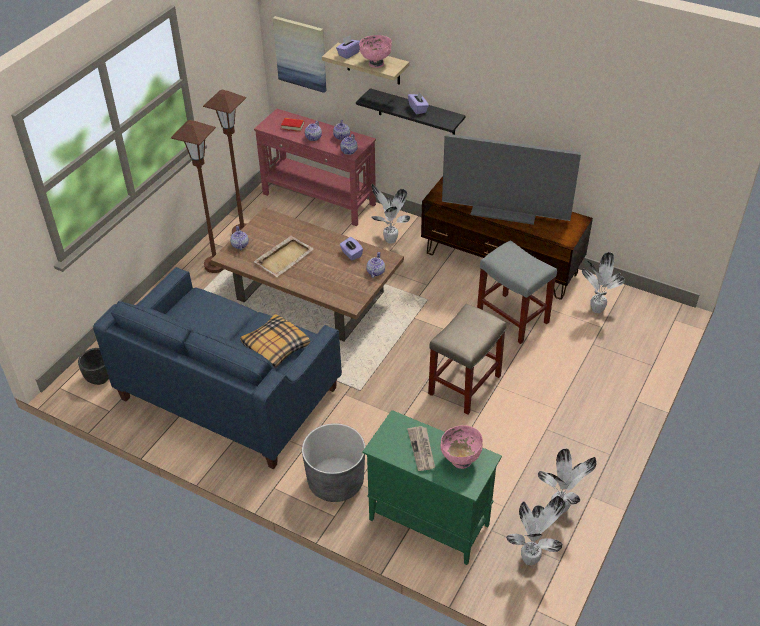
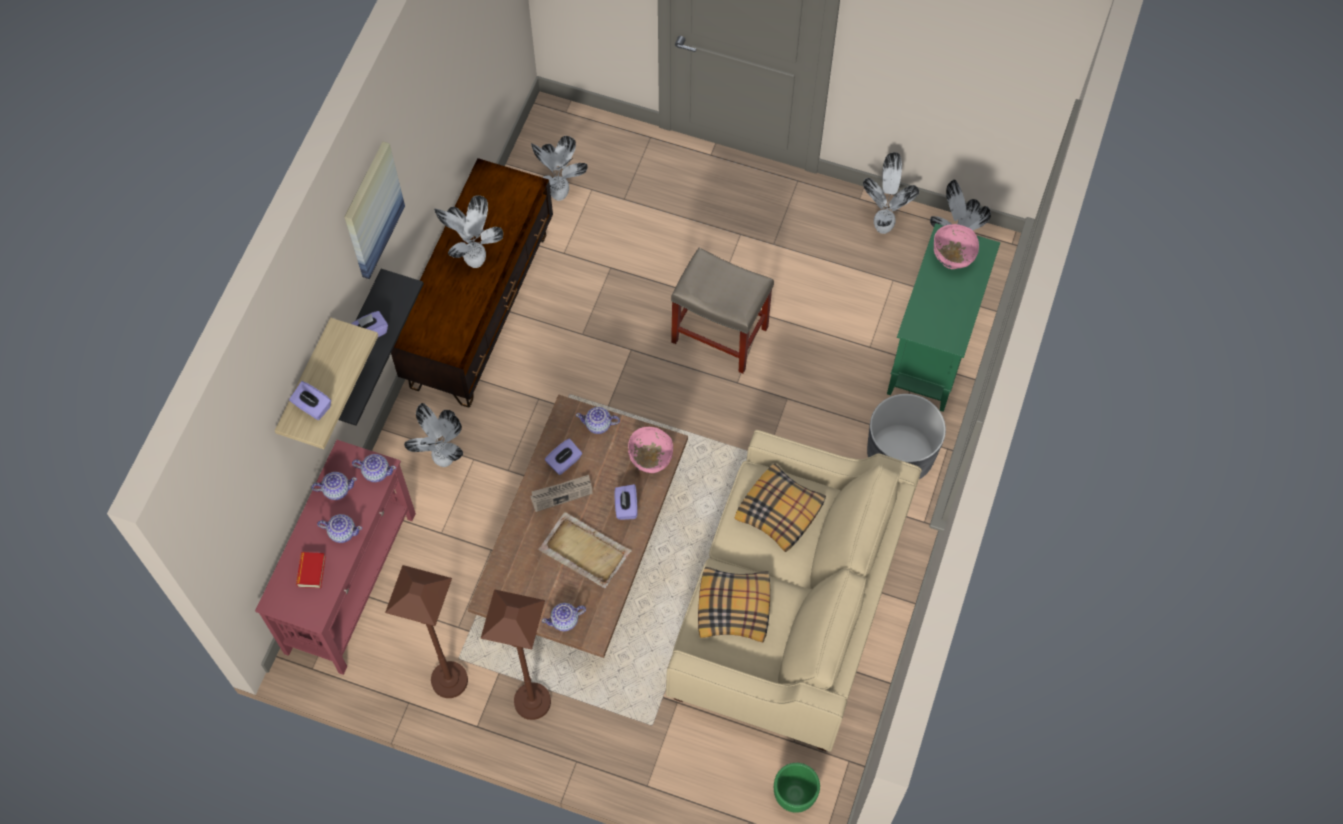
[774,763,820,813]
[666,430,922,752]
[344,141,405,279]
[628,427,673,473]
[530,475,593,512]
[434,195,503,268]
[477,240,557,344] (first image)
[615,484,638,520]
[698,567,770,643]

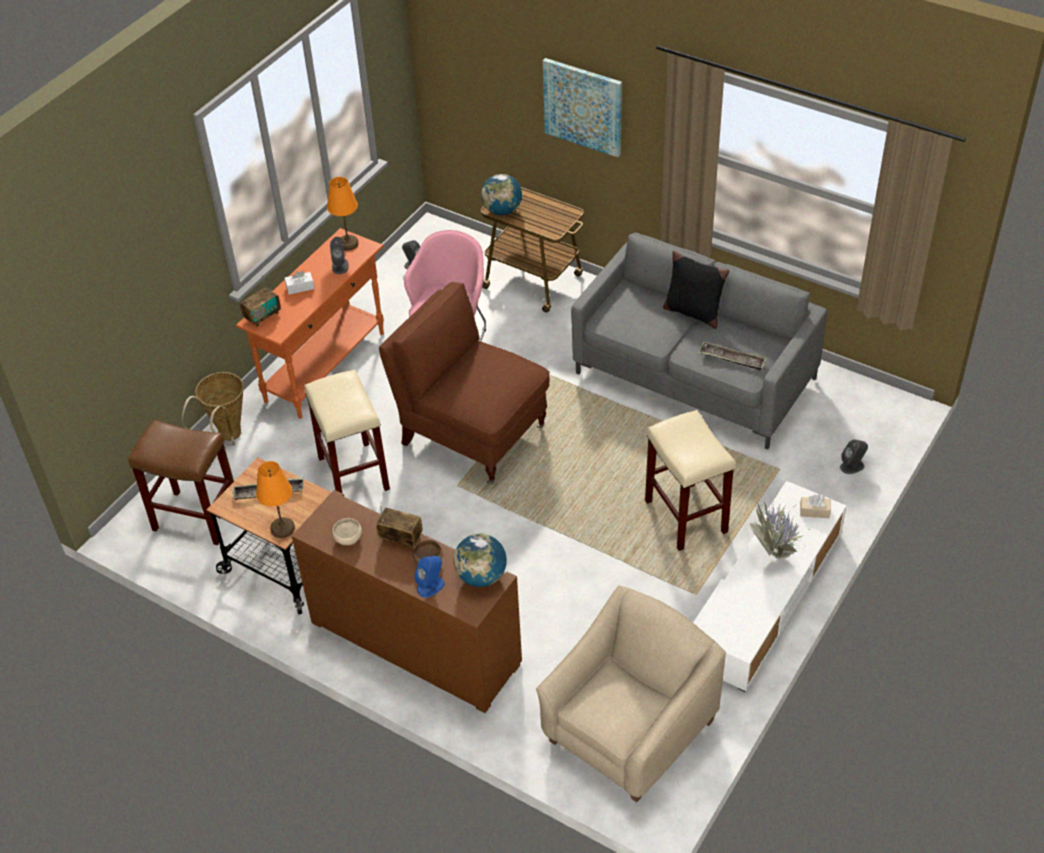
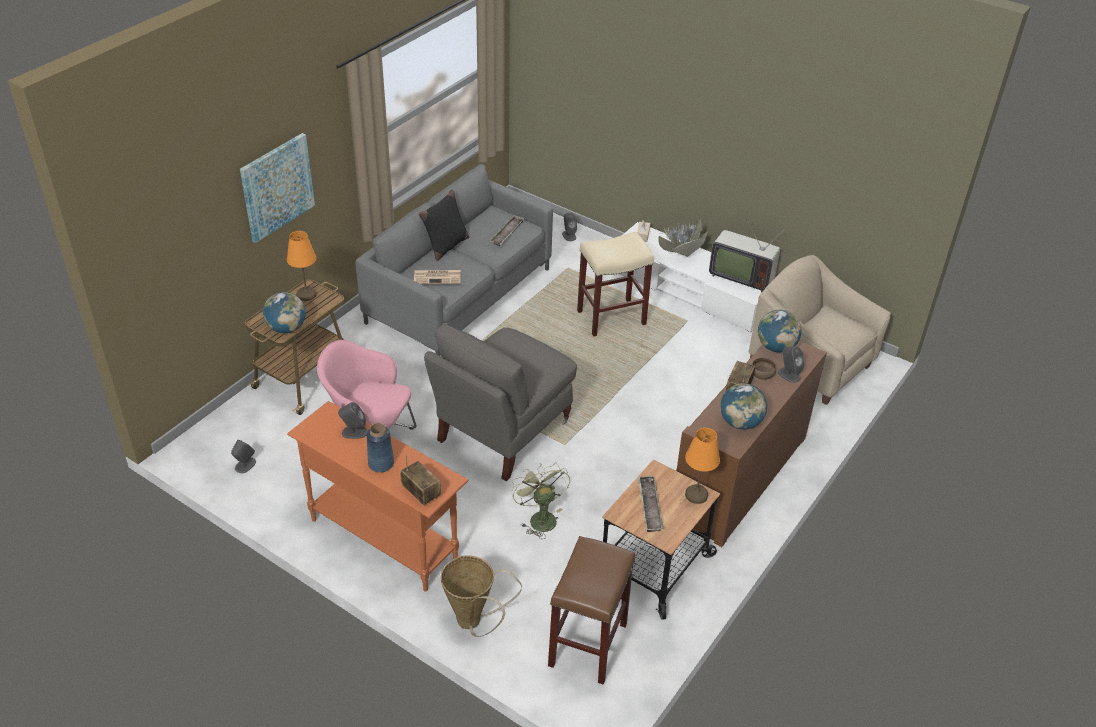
[366,423,394,472]
[511,462,570,539]
[287,231,317,301]
[720,383,767,430]
[424,323,577,481]
[778,346,804,383]
[414,270,461,284]
[709,218,785,292]

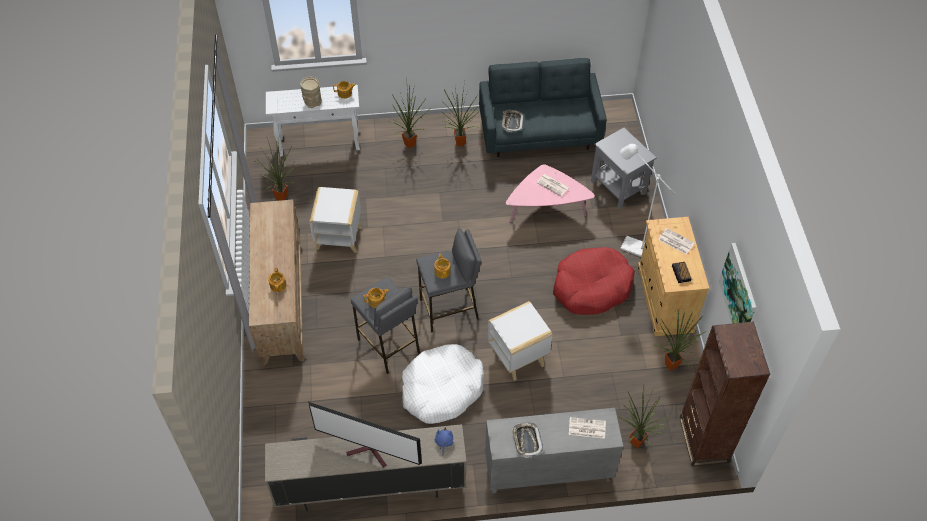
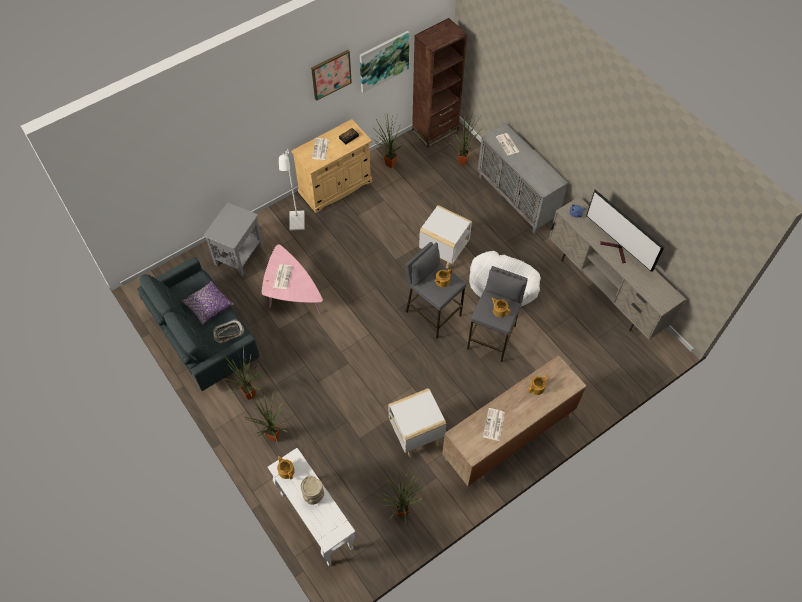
[586,190,664,272]
[512,423,543,458] (first image)
[553,247,635,315] (first image)
[182,281,234,325]
[311,50,352,101]
[483,408,505,441]

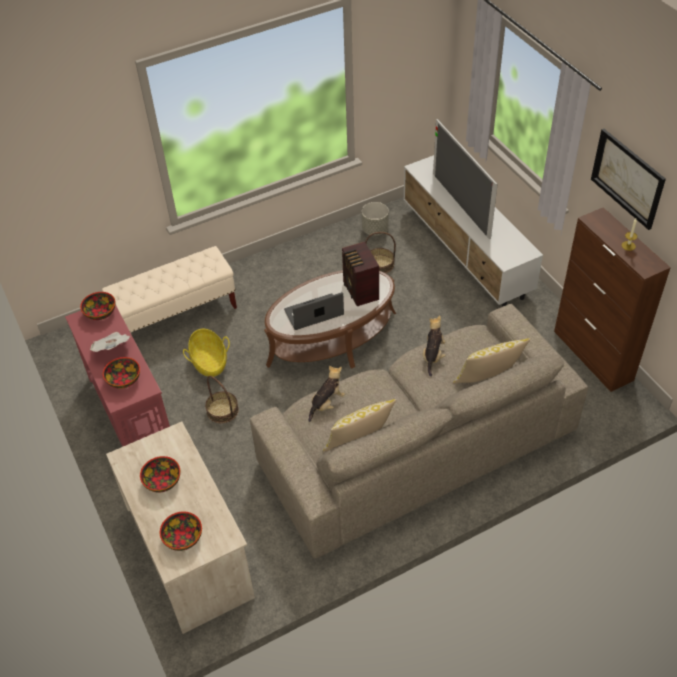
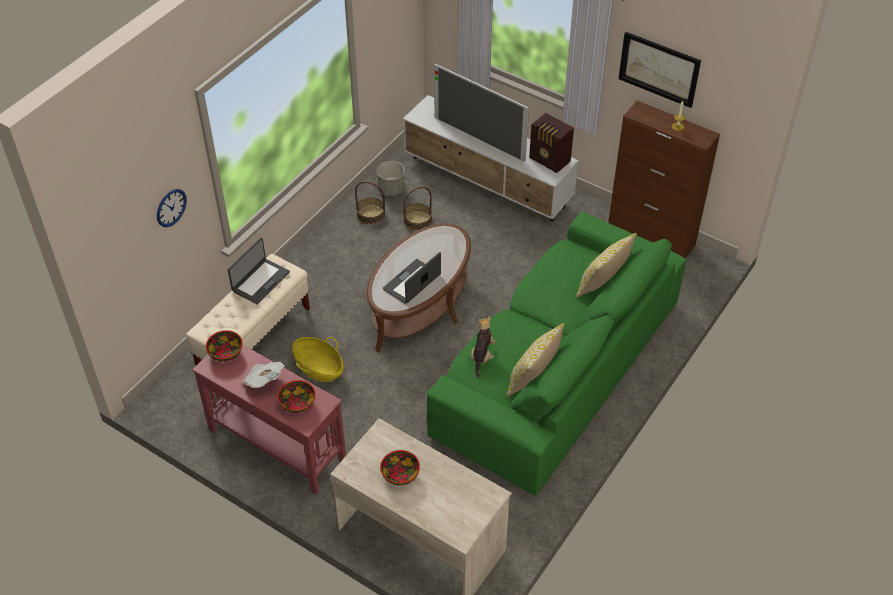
[160,511,202,551] (first image)
[355,181,385,225]
[427,212,687,496]
[529,113,574,173]
[423,315,446,377] (first image)
[157,189,187,227]
[228,237,290,305]

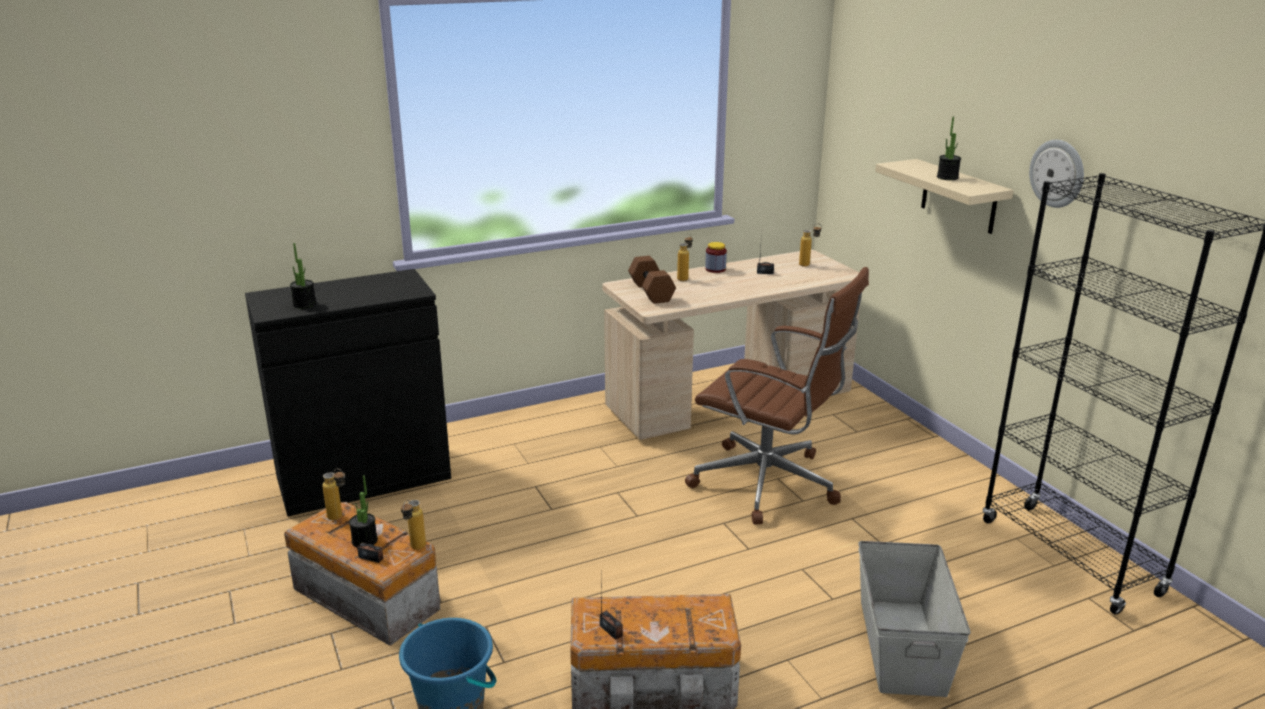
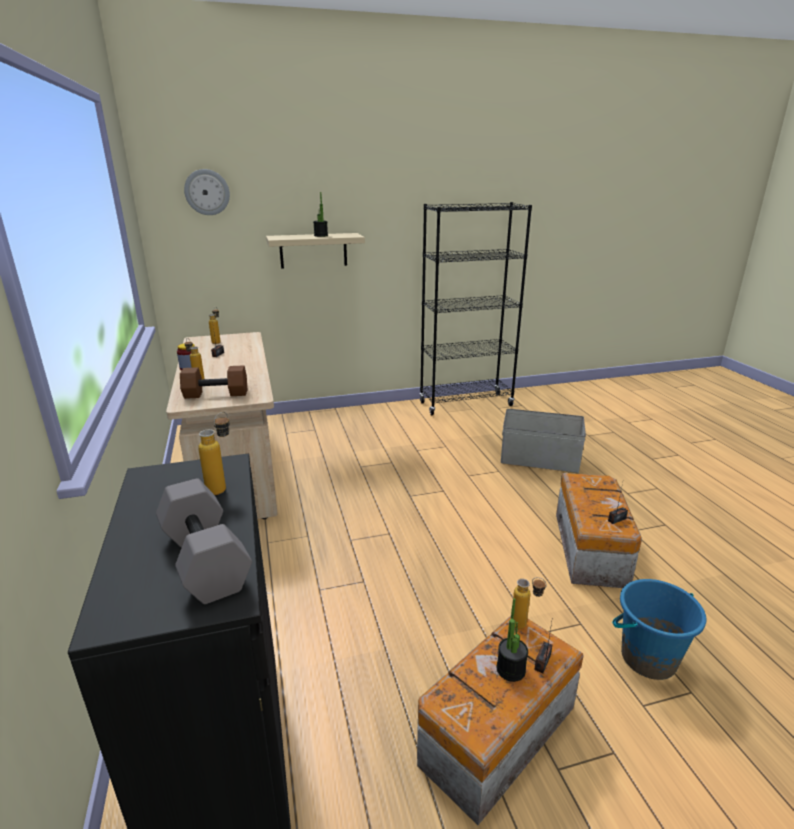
[156,478,252,604]
[198,412,230,495]
[685,267,869,525] (first image)
[184,169,230,215]

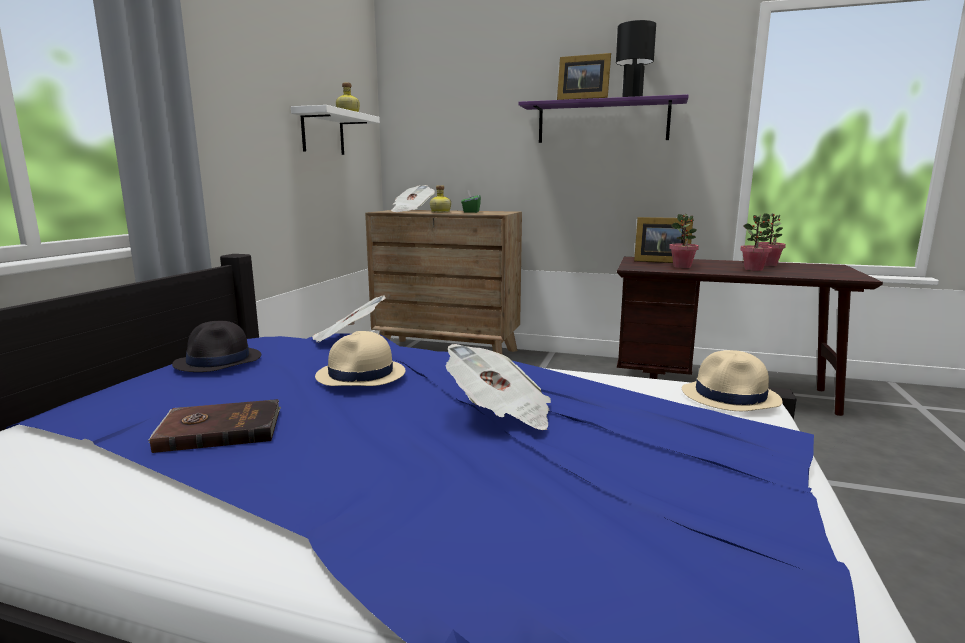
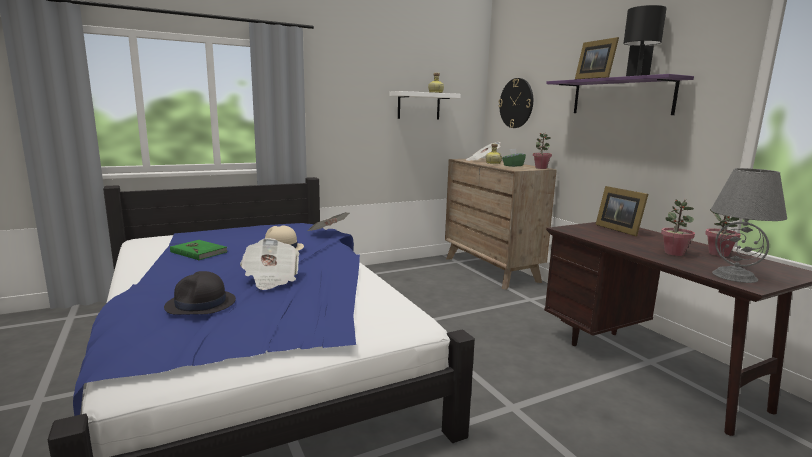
[170,240,228,260]
[164,271,236,315]
[533,133,552,169]
[682,350,782,411] (first image)
[498,78,533,128]
[711,168,787,283]

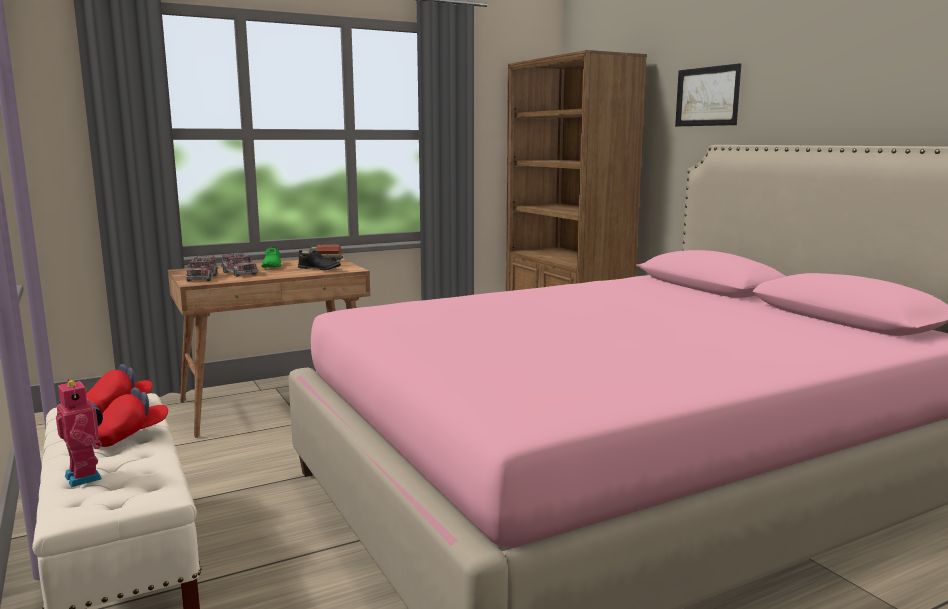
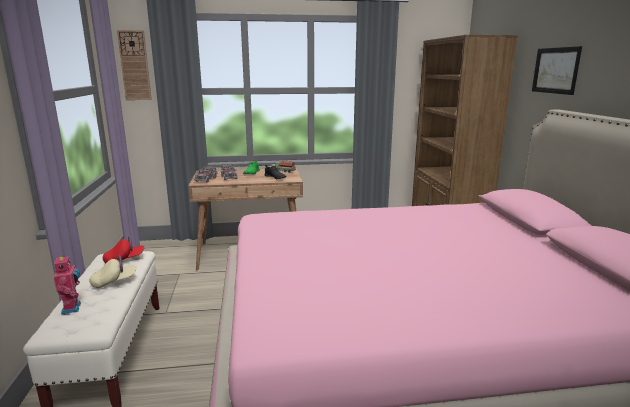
[89,255,137,288]
[117,30,152,100]

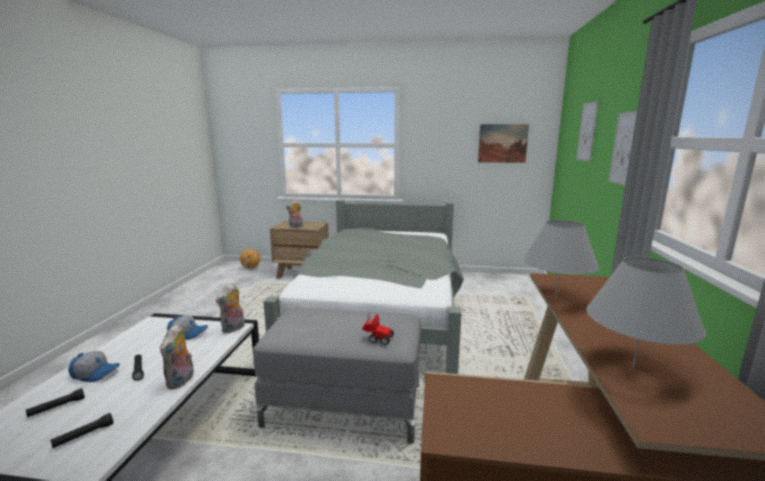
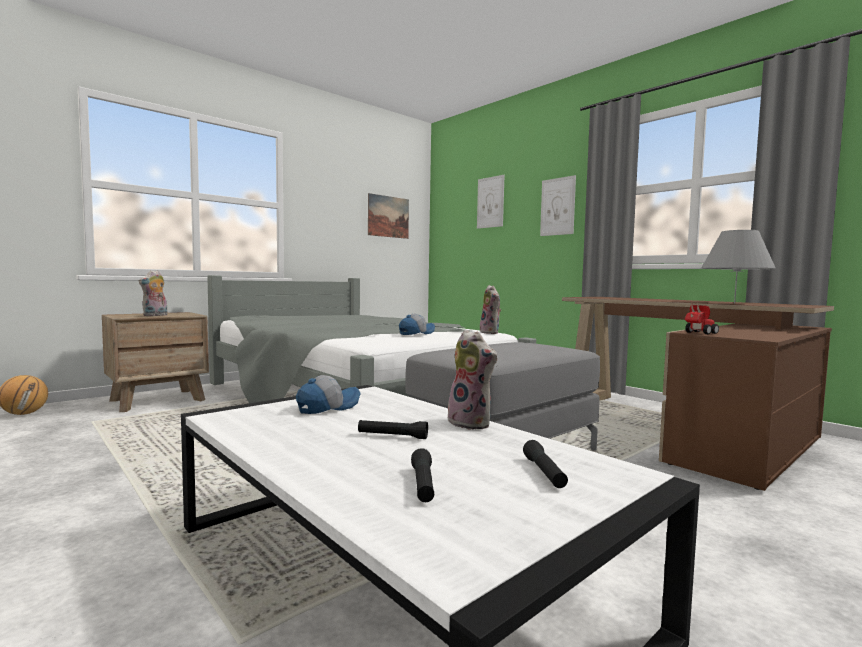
[399,313,435,335]
[480,285,501,334]
[685,301,719,335]
[523,220,599,298] (first image)

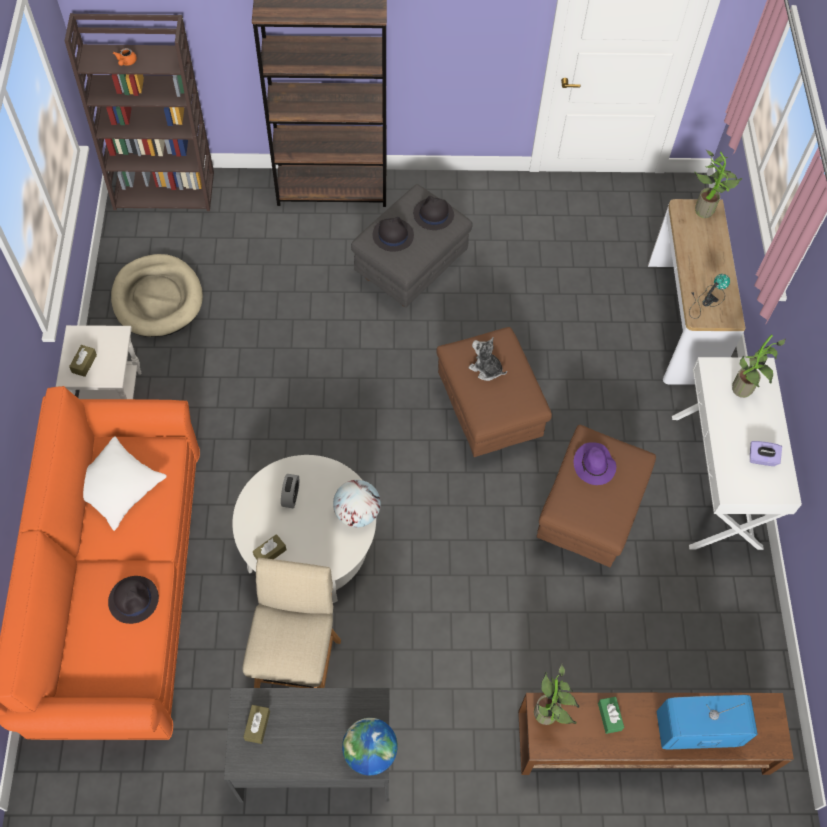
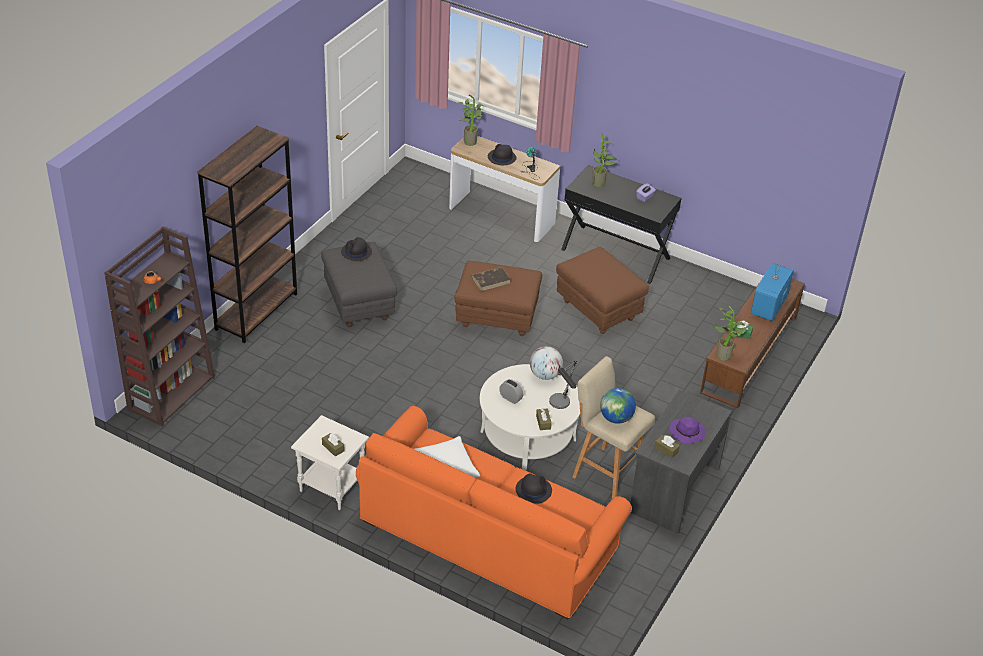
[111,254,203,337] (first image)
[600,388,636,424]
[488,144,517,165]
[472,267,511,291]
[670,417,706,443]
[561,165,681,284]
[549,361,577,409]

